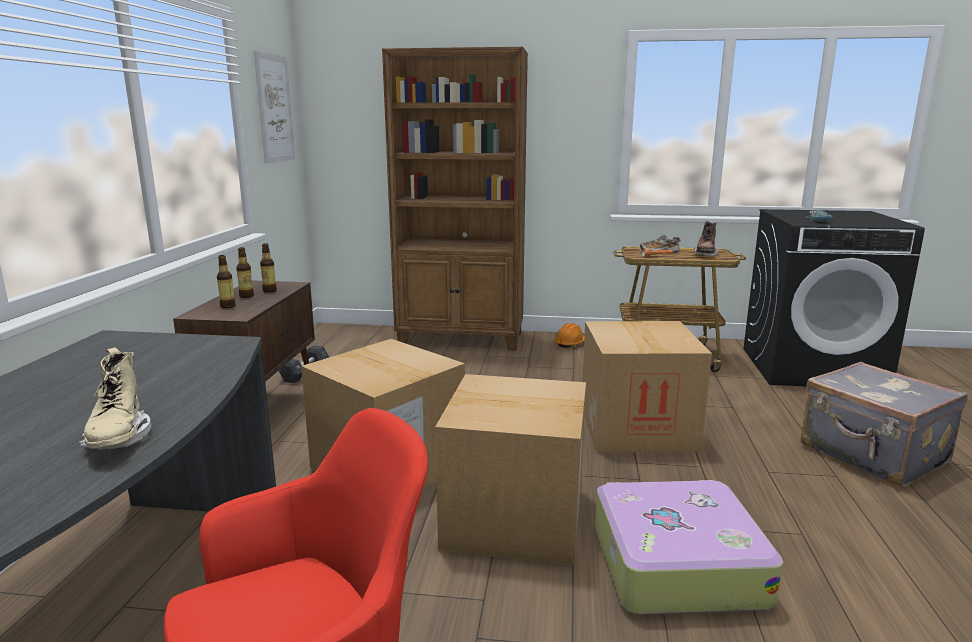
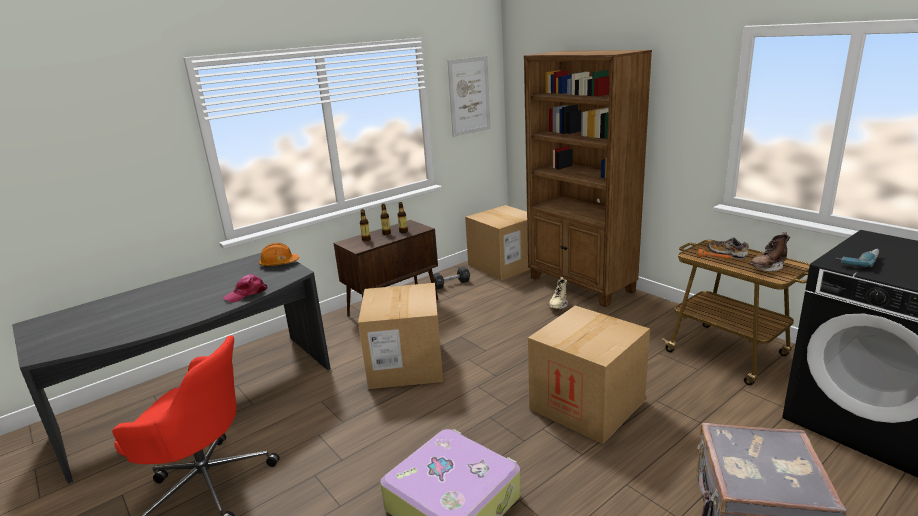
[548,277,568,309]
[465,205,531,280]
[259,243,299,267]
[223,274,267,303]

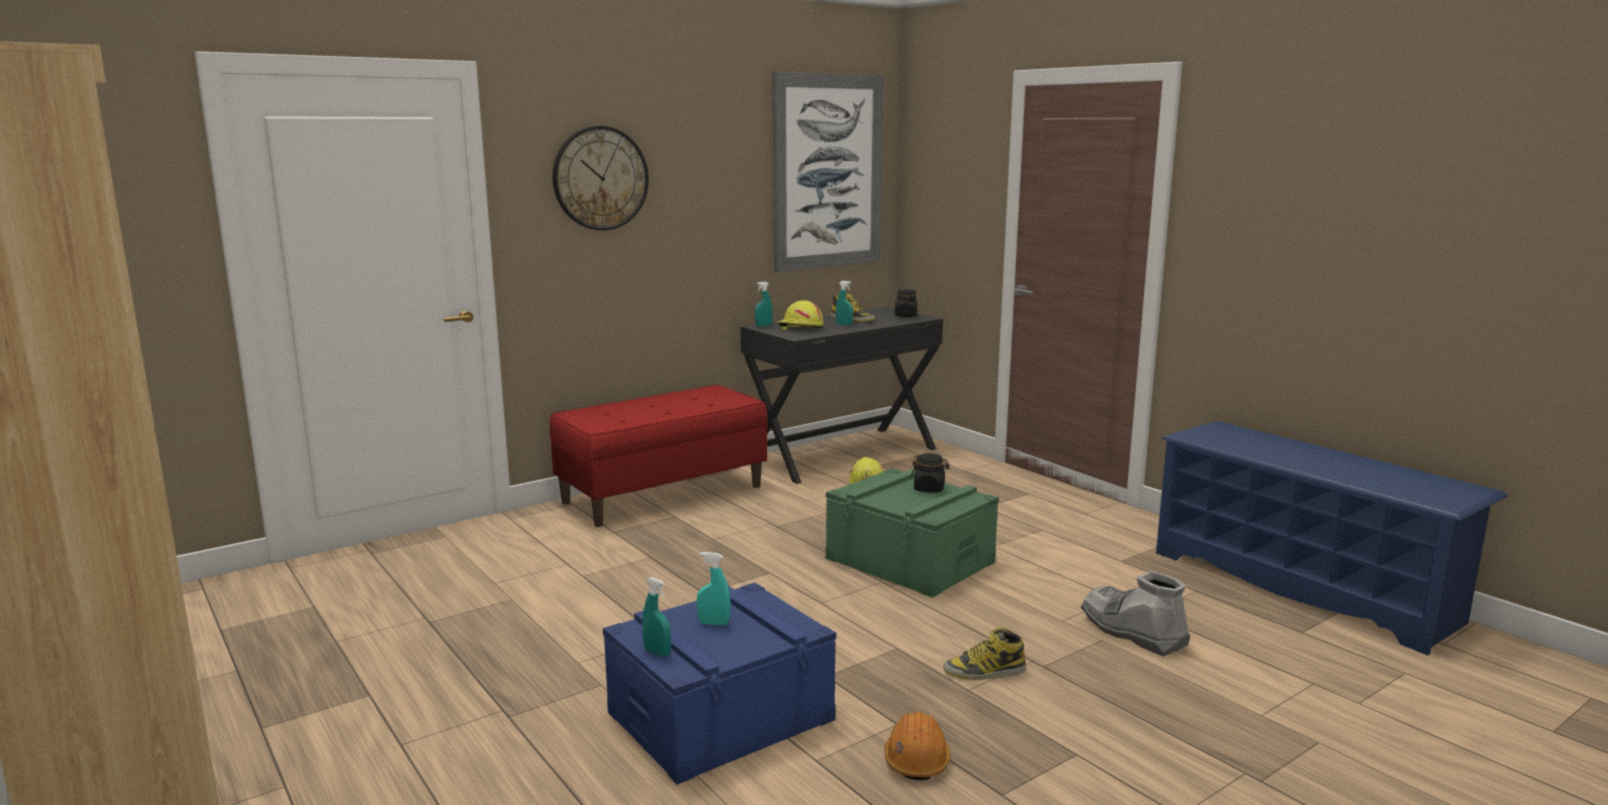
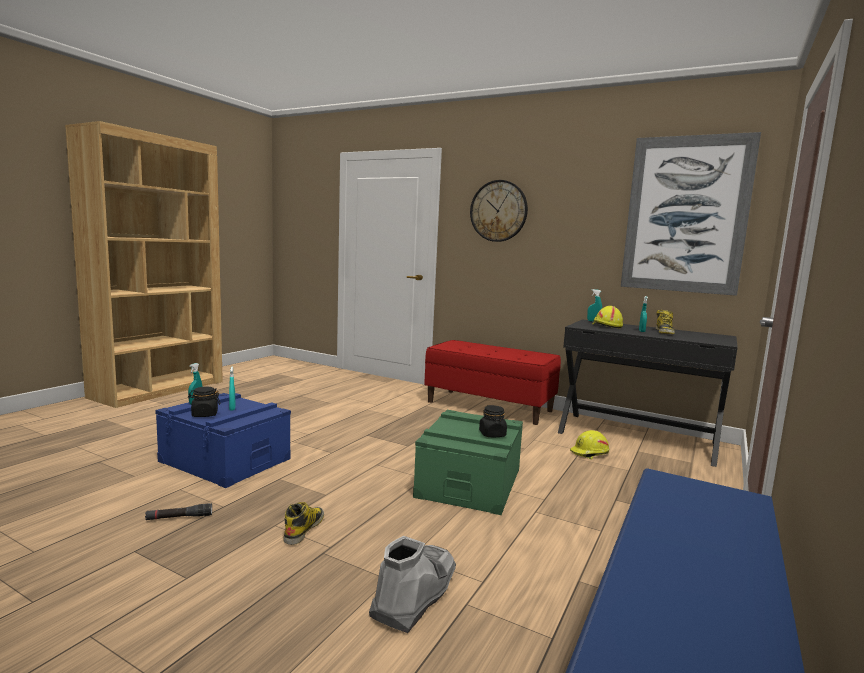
[145,503,212,520]
[188,387,220,417]
[284,502,324,545]

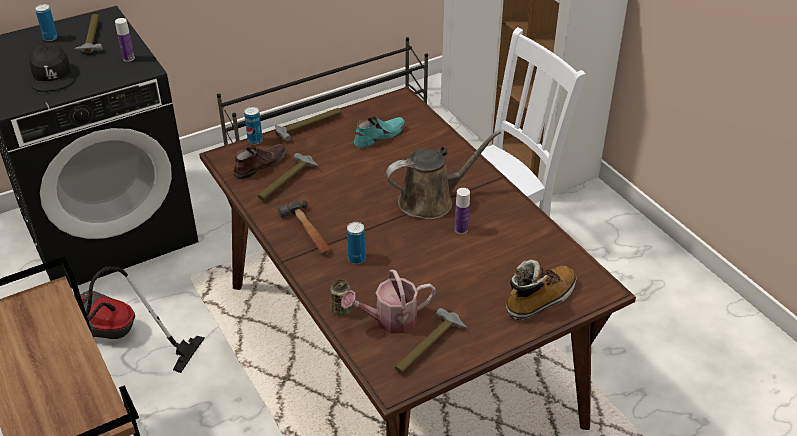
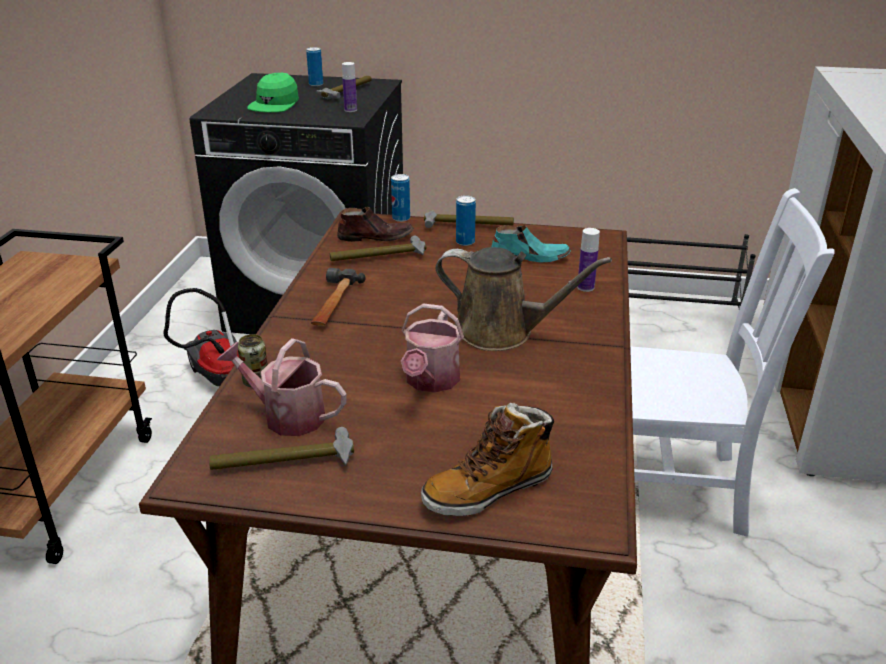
[247,73,299,113]
[456,195,476,246]
[577,228,600,292]
[421,403,555,516]
[401,303,464,393]

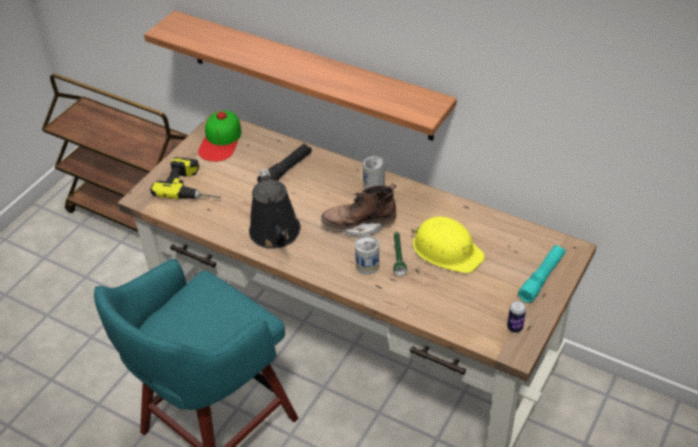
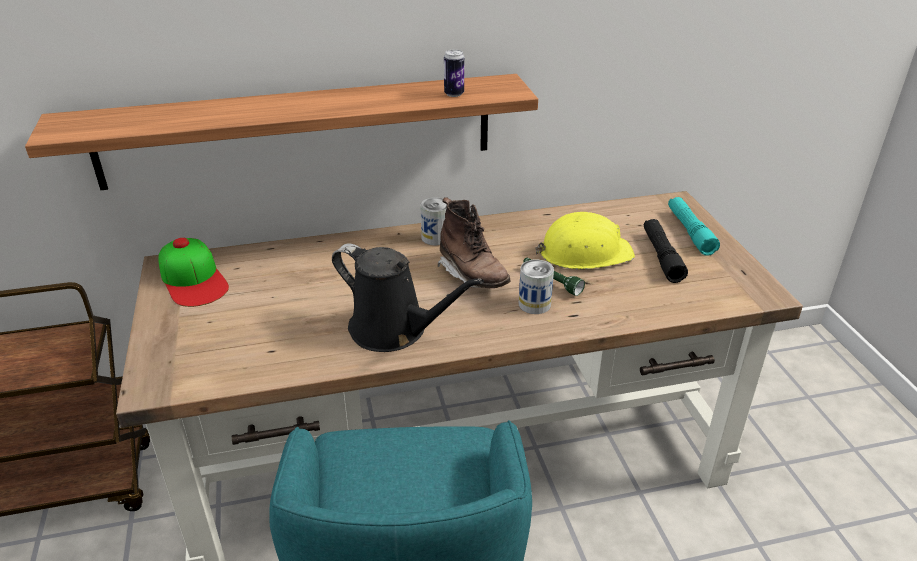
[150,157,221,199] (first image)
[644,219,688,283]
[438,197,511,288]
[444,49,464,97]

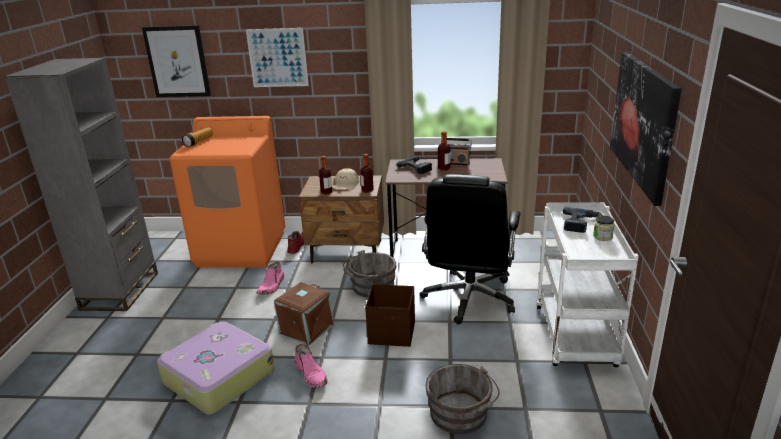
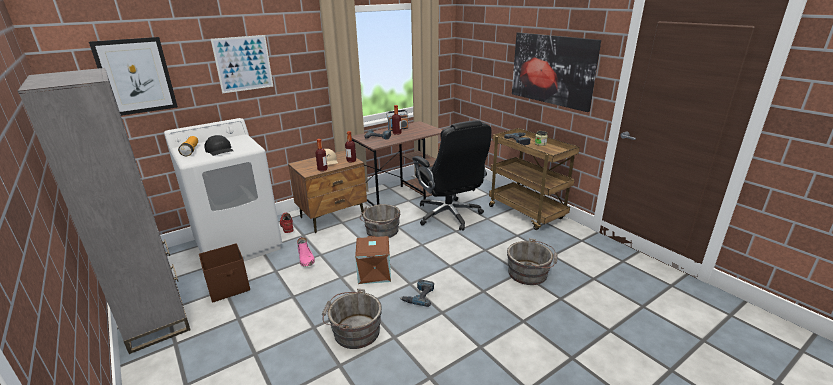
[322,289,382,349]
[164,118,282,261]
[400,280,434,307]
[199,243,250,303]
[489,128,580,230]
[204,135,233,156]

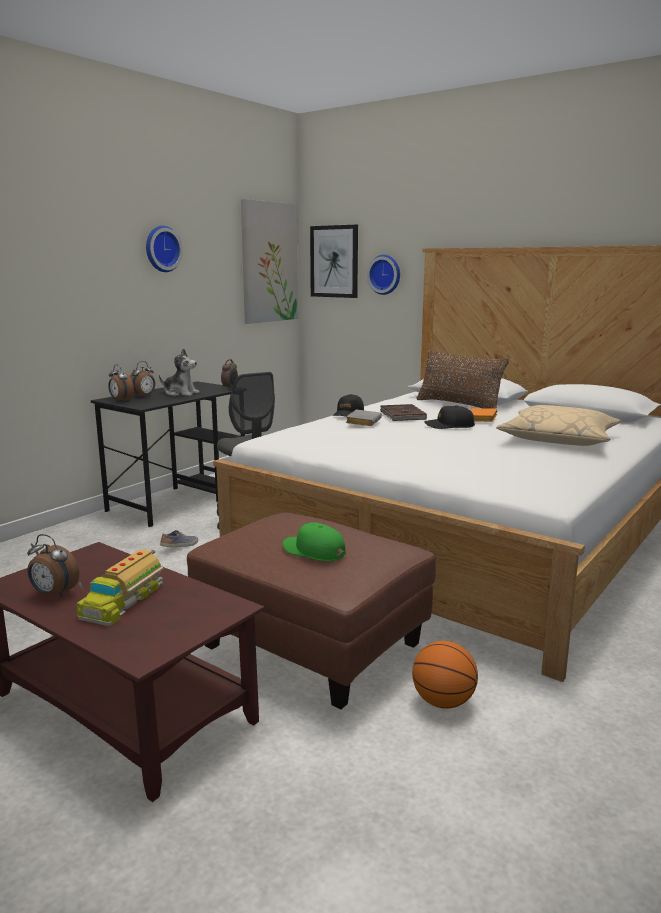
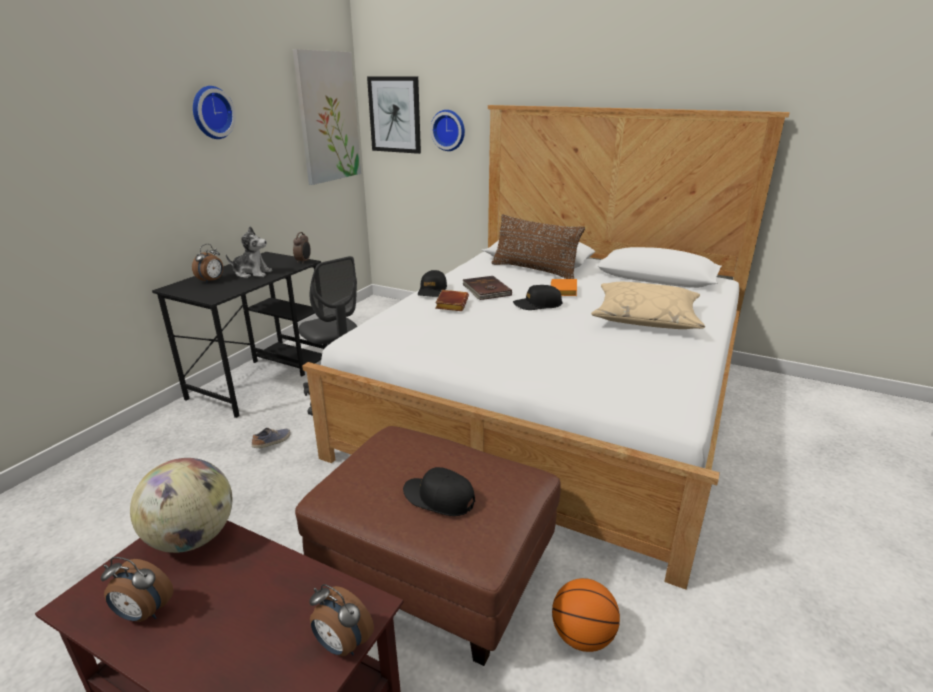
[77,549,164,626] (first image)
[309,584,374,656]
[403,467,475,516]
[435,290,469,311]
[130,458,232,553]

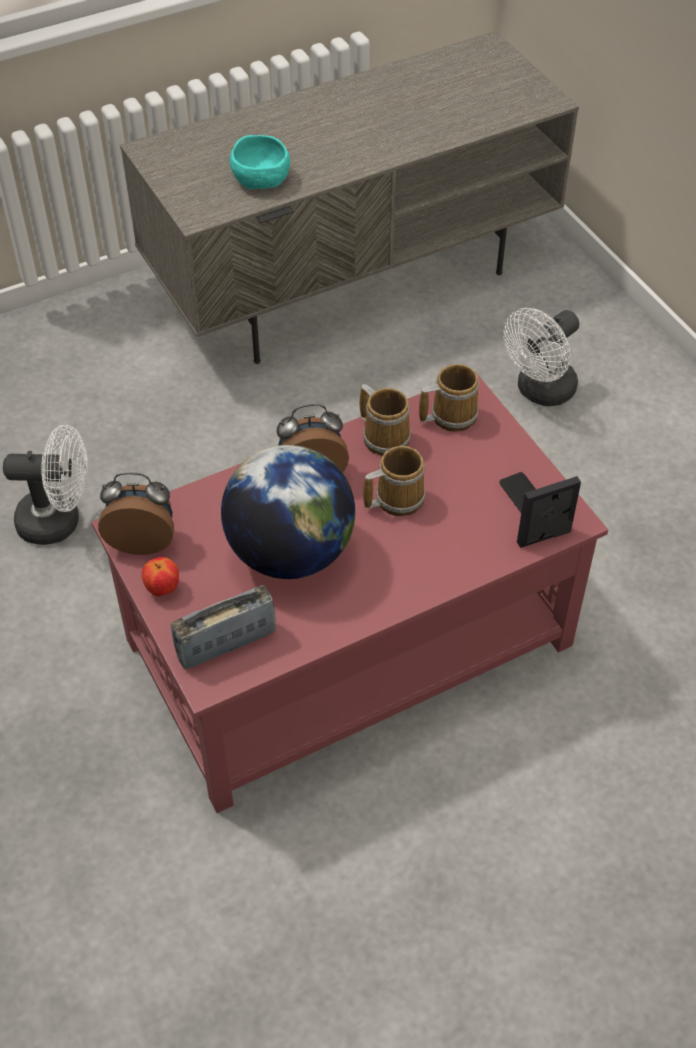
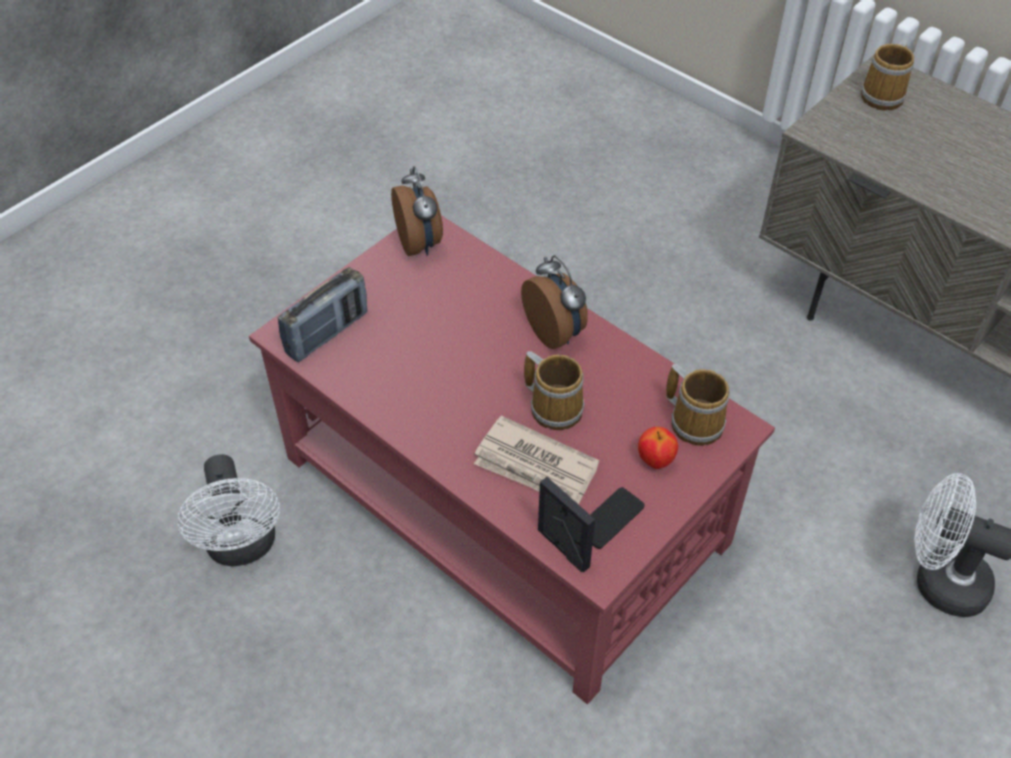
[177,454,280,566]
[638,427,678,469]
[278,267,368,362]
[221,445,355,579] (first image)
[230,135,290,189] (first image)
[861,40,914,110]
[474,416,599,505]

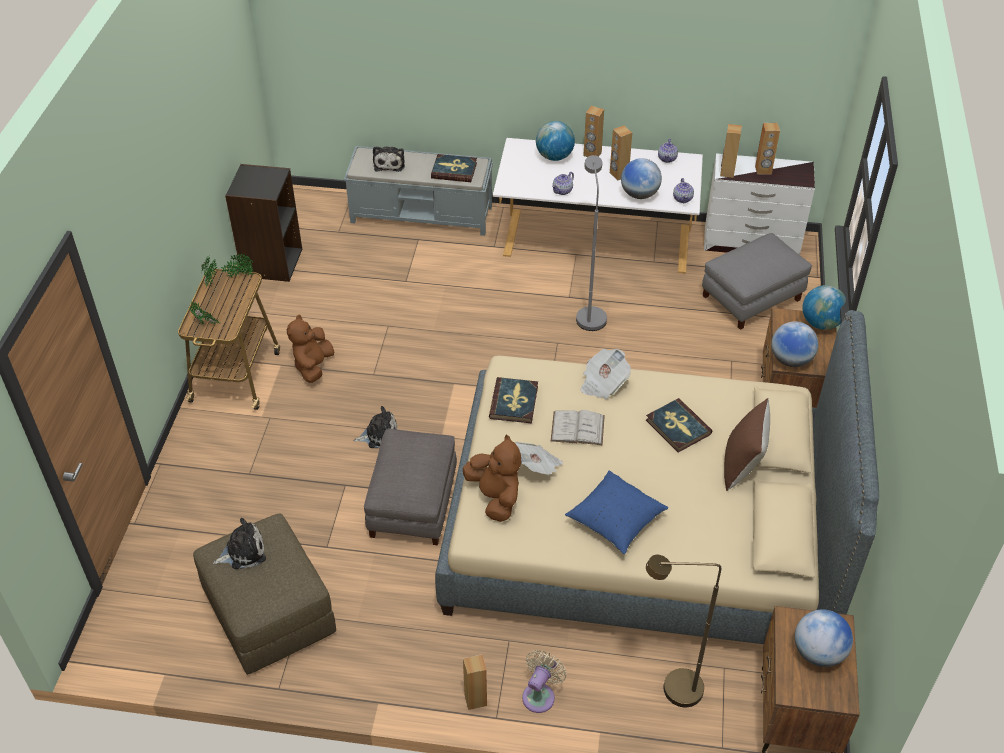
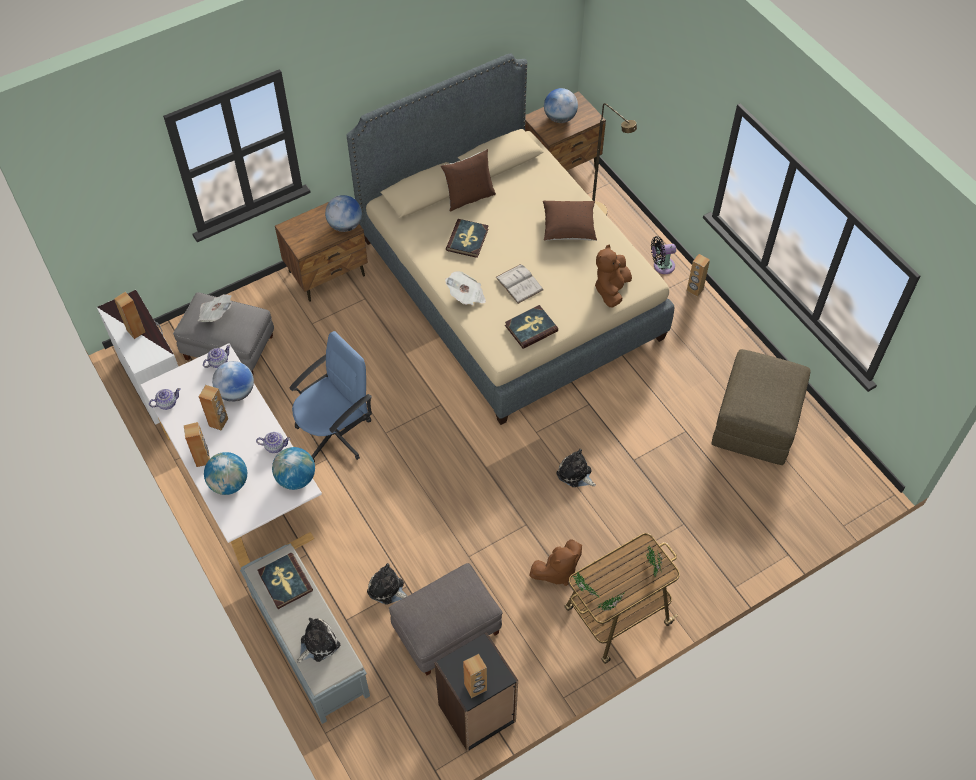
[367,563,407,605]
[389,563,503,675]
[198,294,232,322]
[651,236,676,274]
[543,200,597,241]
[289,331,372,463]
[463,654,487,698]
[272,447,315,490]

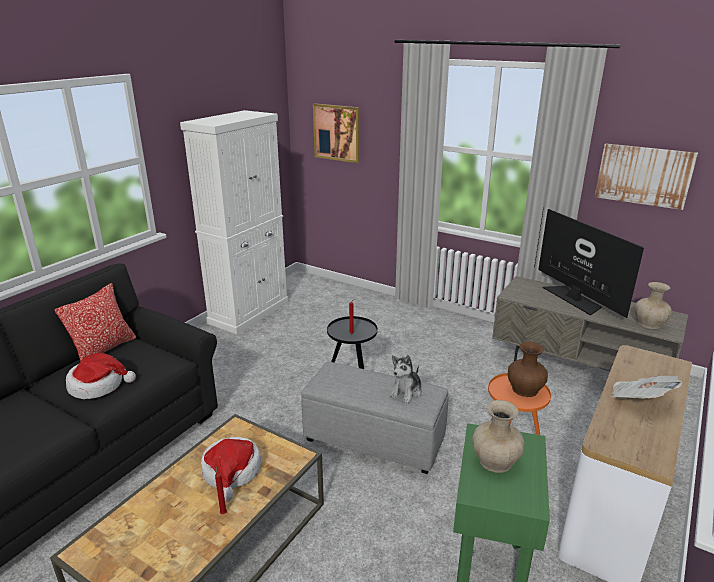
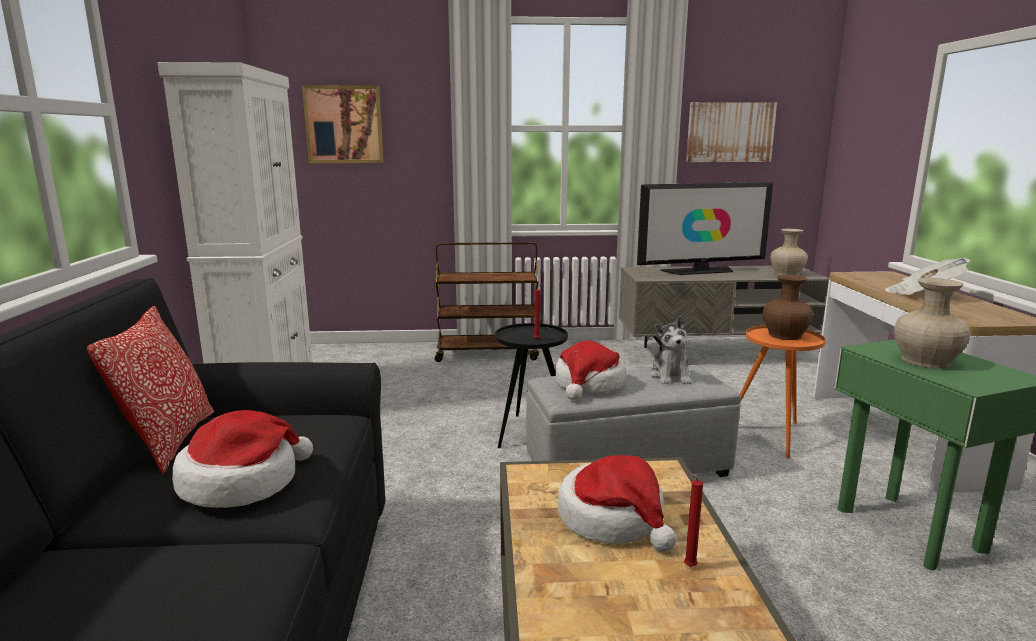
[637,182,773,275]
[435,242,539,362]
[555,341,626,400]

